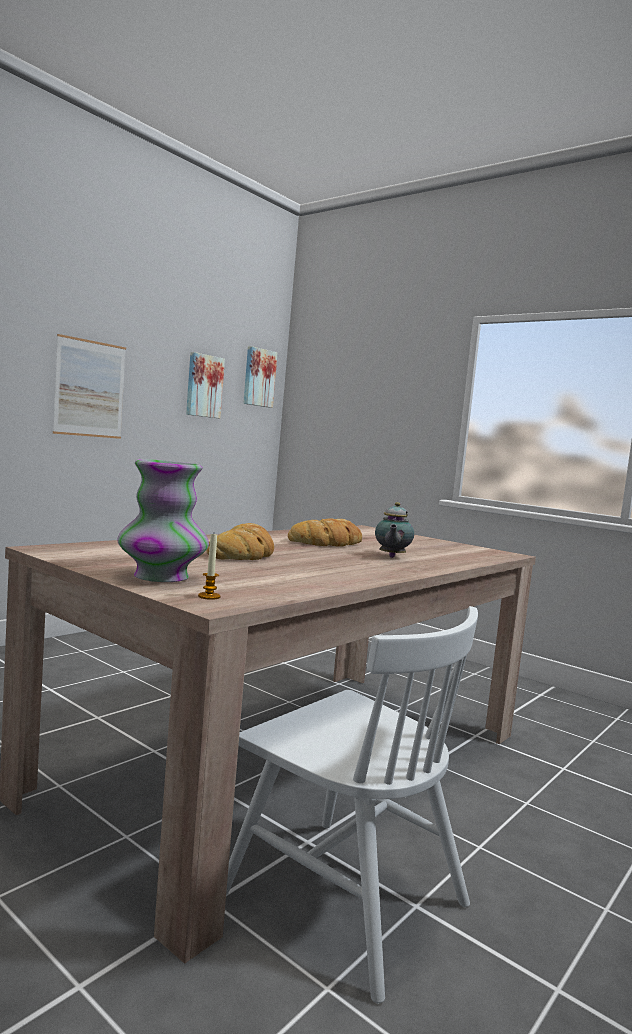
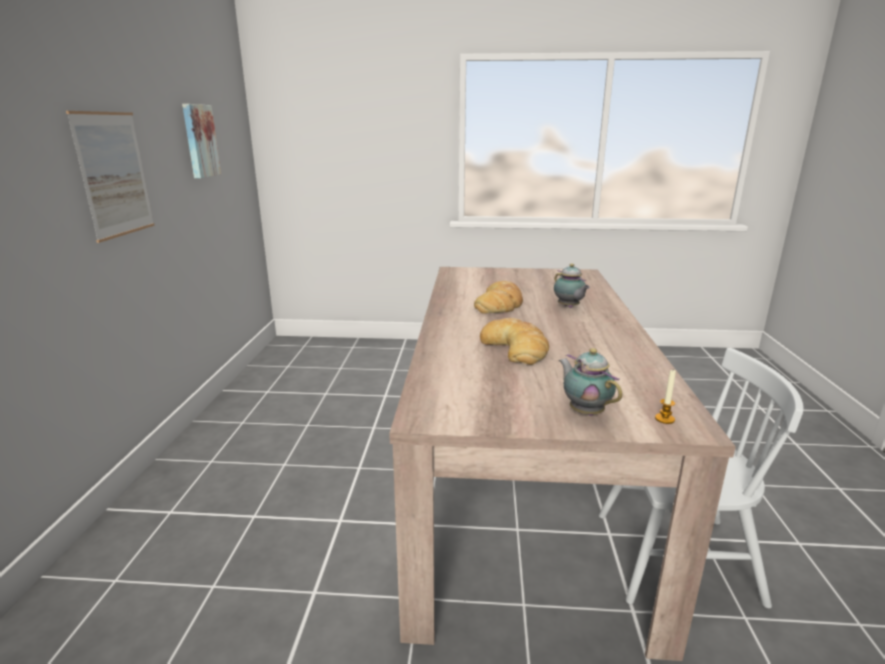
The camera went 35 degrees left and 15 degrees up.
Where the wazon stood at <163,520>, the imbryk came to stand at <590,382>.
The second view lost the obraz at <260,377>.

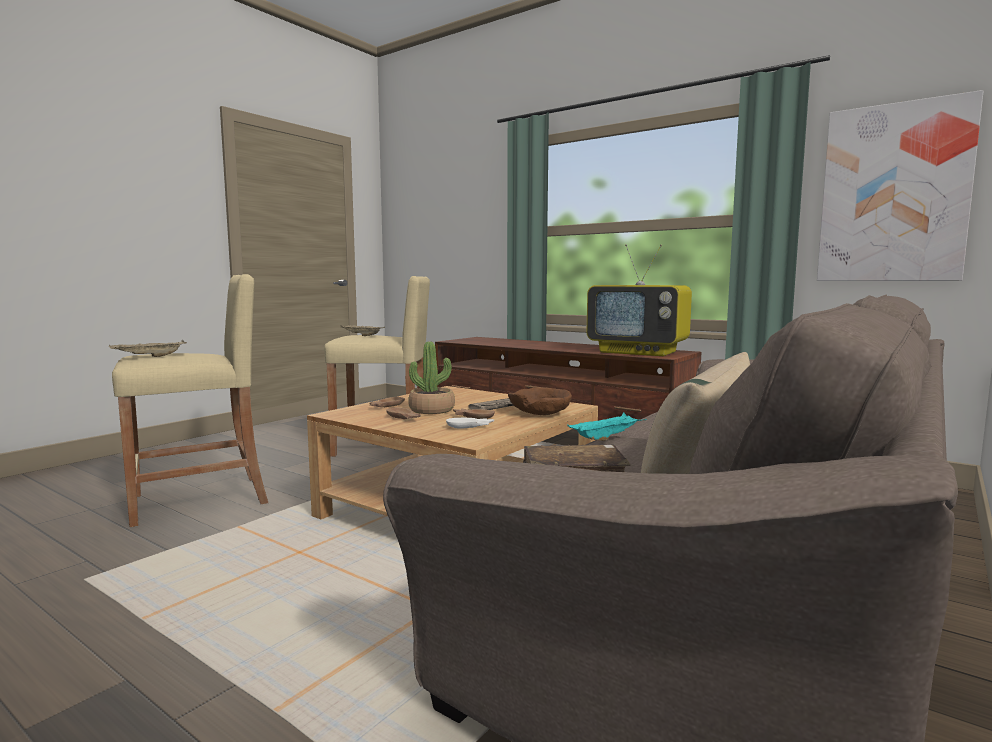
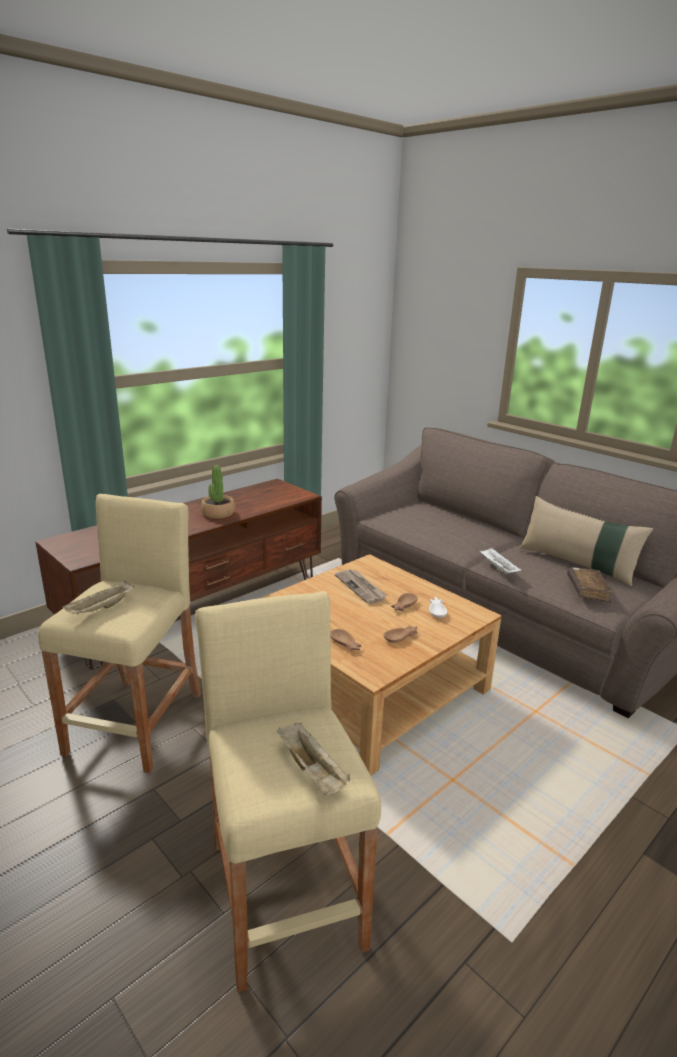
The camera went 80 degrees left and 15 degrees up.
The roślina doniczkowa ended up elsewhere, having gone from <431,377> to <218,492>.
The second view lost the miska (brązowy) at <540,401>.
What was the taca (turkusowy) at <607,426> turned into the taca (biały) at <500,561>.
The second view lost the telewizor at <639,300>.
The second view lost the obraz at <900,185>.

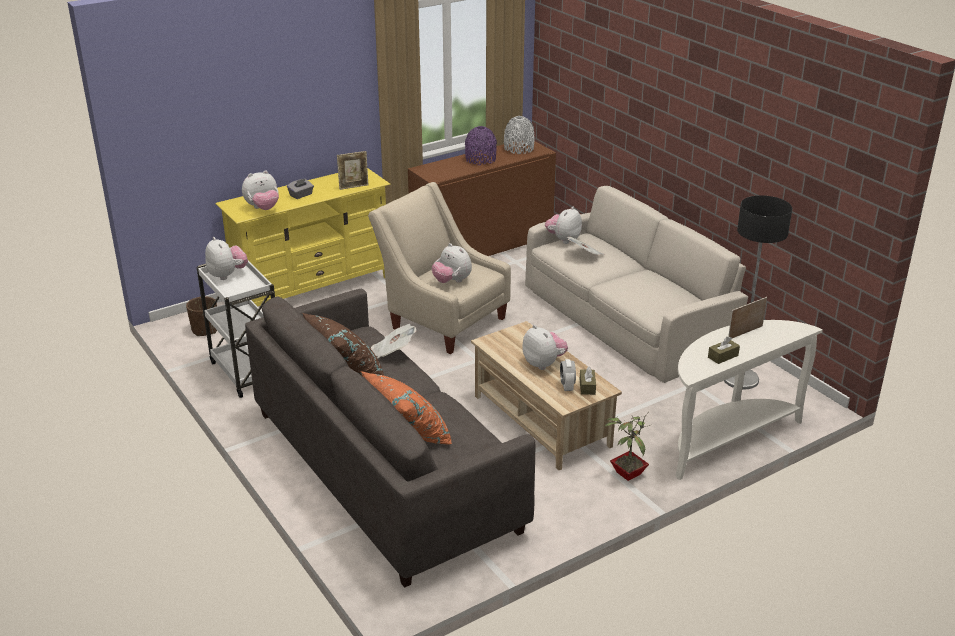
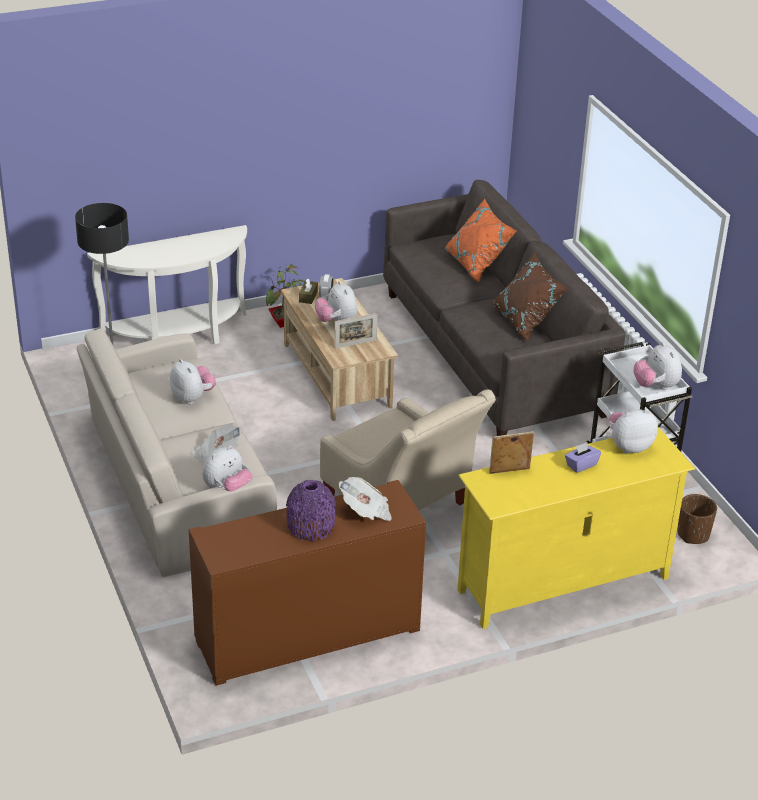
The camera went 170 degrees left and 5 degrees up.
What was the pudełko chusteczek (szary) at <300,188> turned into the pudełko chusteczek (fioletowy) at <583,457>.
The gazeta ended up elsewhere, having gone from <393,341> to <365,499>.
The pluszak ended up elsewhere, having gone from <452,263> to <193,382>.
The second view lost the wazon (szary) at <519,135>.
The second view lost the pudełko chusteczek (brązowy) at <724,350>.
The ramka na zdjęcie ended up elsewhere, having gone from <747,317> to <356,331>.

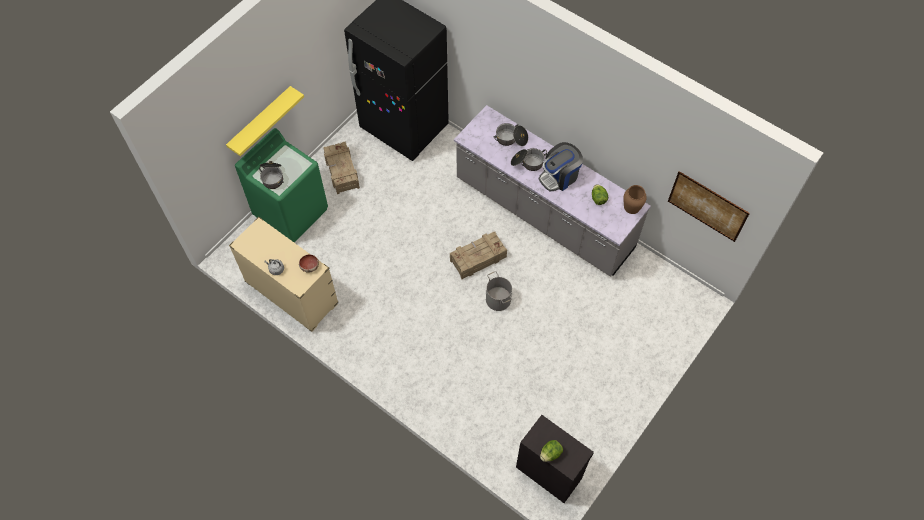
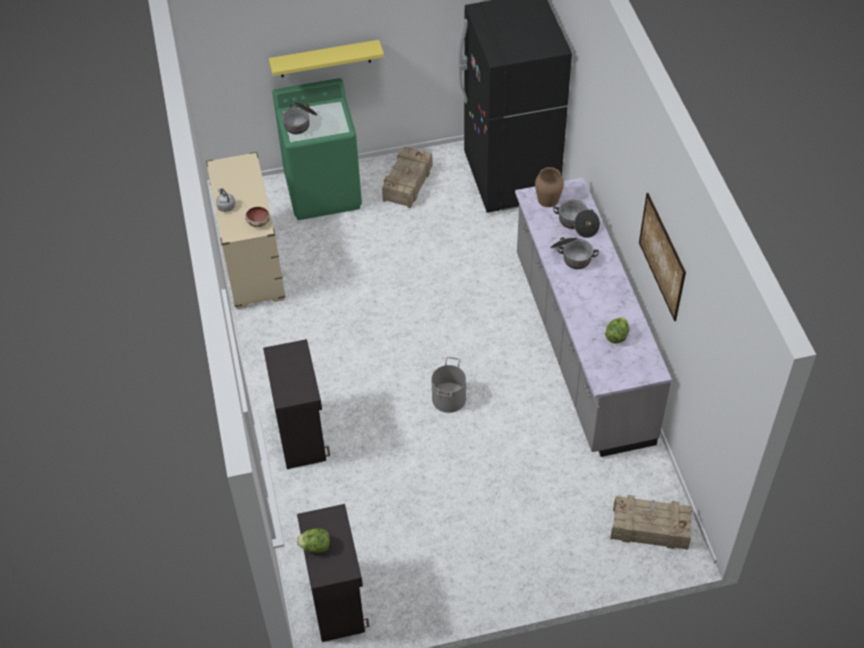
The camera went 40 degrees right and 10 degrees down.
The skrzynka ended up elsewhere, having gone from <478,255> to <651,522>.
The second view lost the ekspres do kawy at <561,166>.
The wazon (brązowy) ended up elsewhere, having gone from <635,199> to <549,187>.
The obraz ended up elsewhere, having gone from <709,206> to <662,257>.
The second view gained the szafka (czarny) at <296,404>.

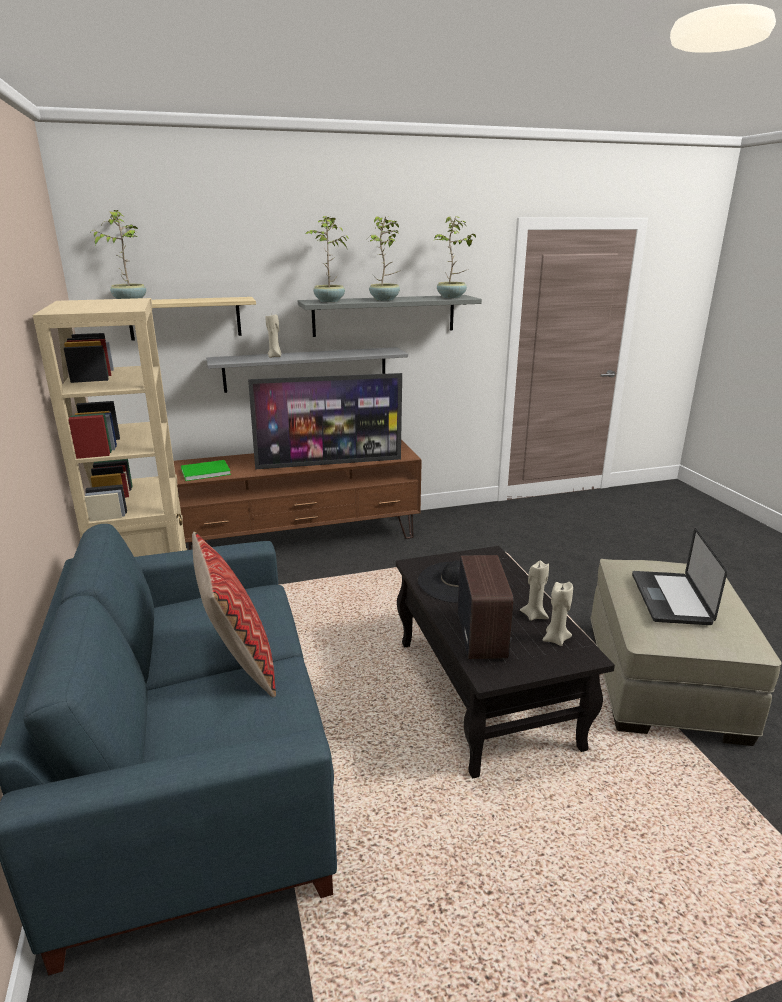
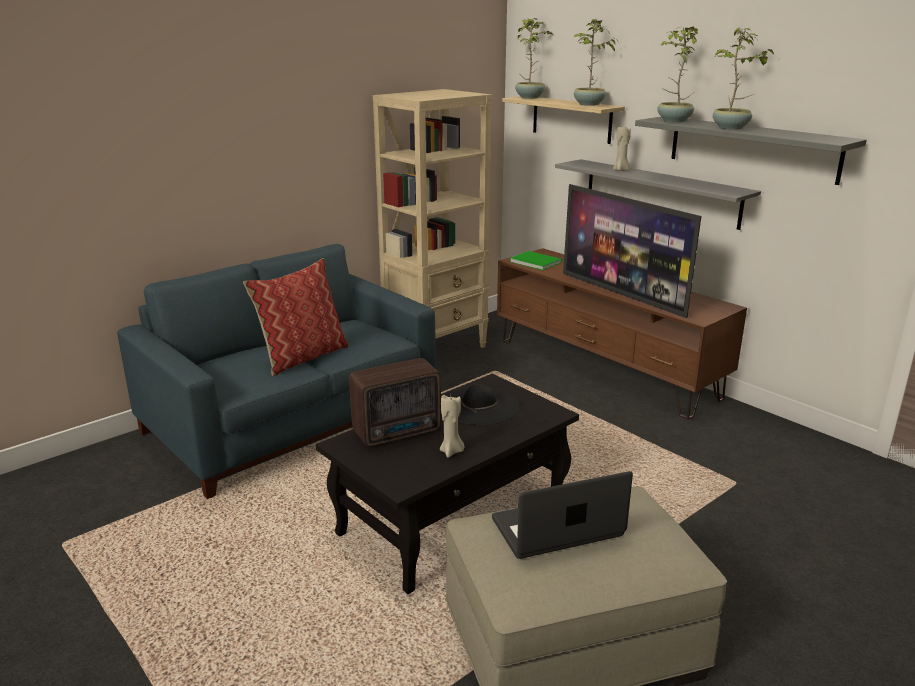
The camera went 65 degrees right and 0 degrees up.
The roślina doniczkowa ended up elsewhere, having gone from <455,257> to <596,62>.
The second view lost the świeca (beżowy) at <557,614>.

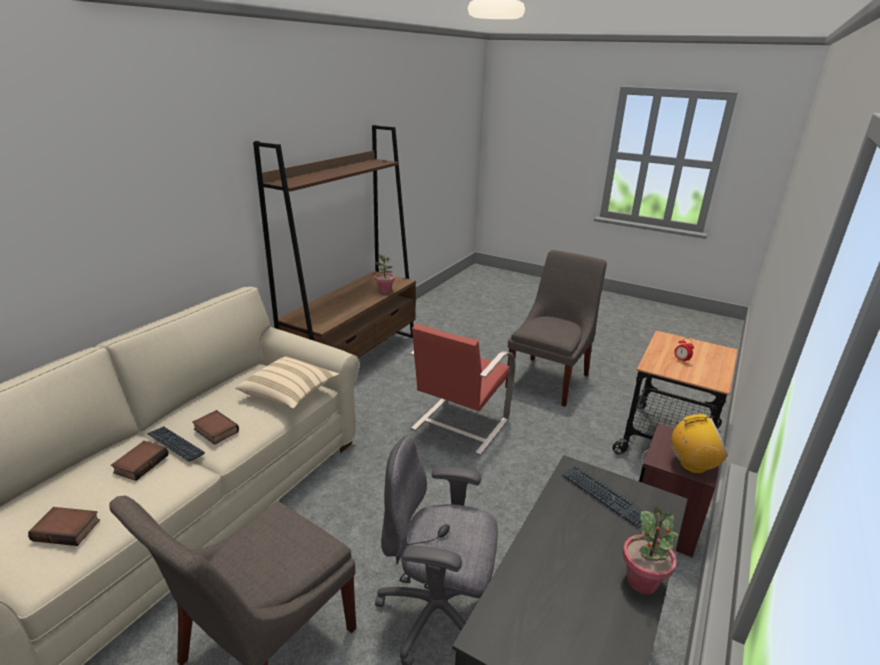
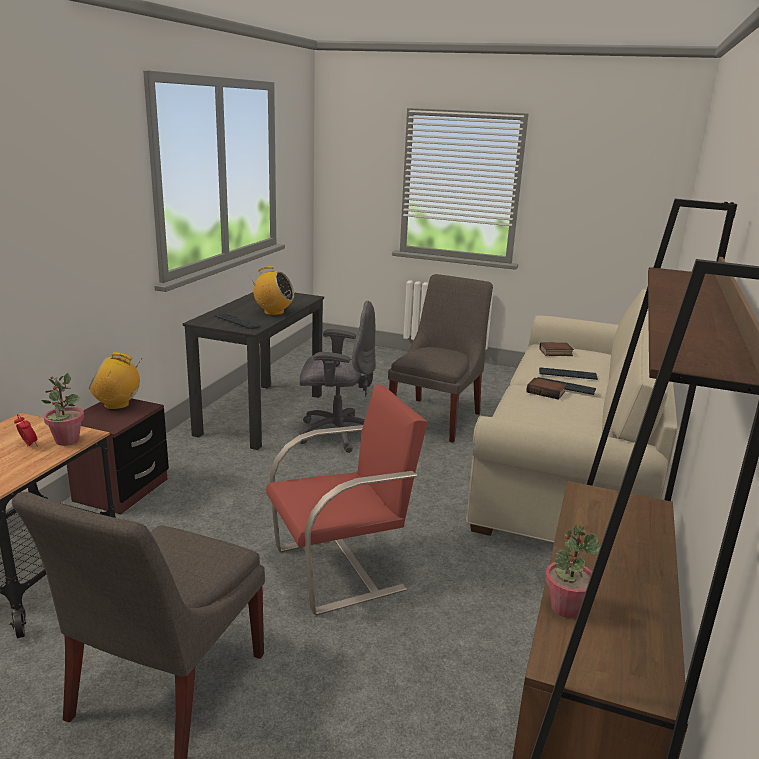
The camera went 170 degrees right and 5 degrees down.
Where the książka stood at <139,461>, the klawiatura came to stand at <568,373>.
The second view lost the poduszka (beżowy) at <287,382>.
The krzesło (czerwony) at <462,389> ended up facing another way, 45 degrees clockwise from before.
The roślina doniczkowa ended up elsewhere, having gone from <650,550> to <62,409>.
The second view gained the radio at <272,290>.

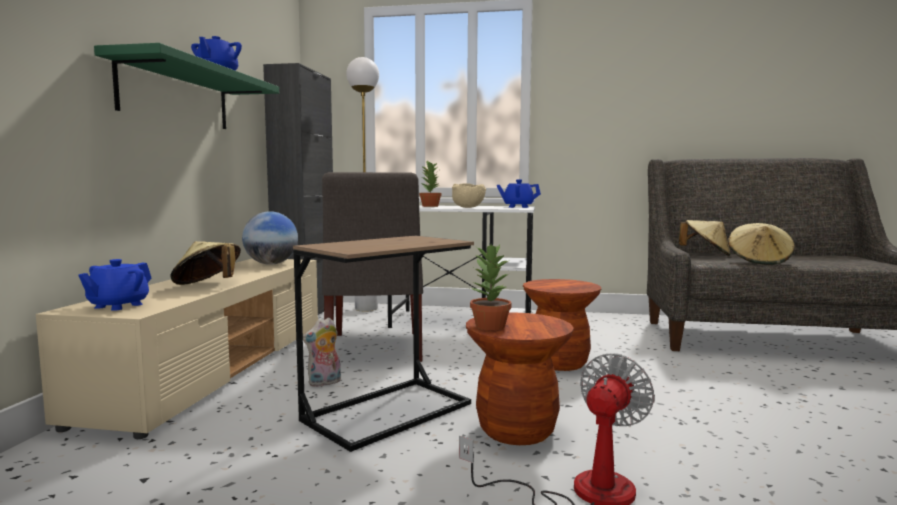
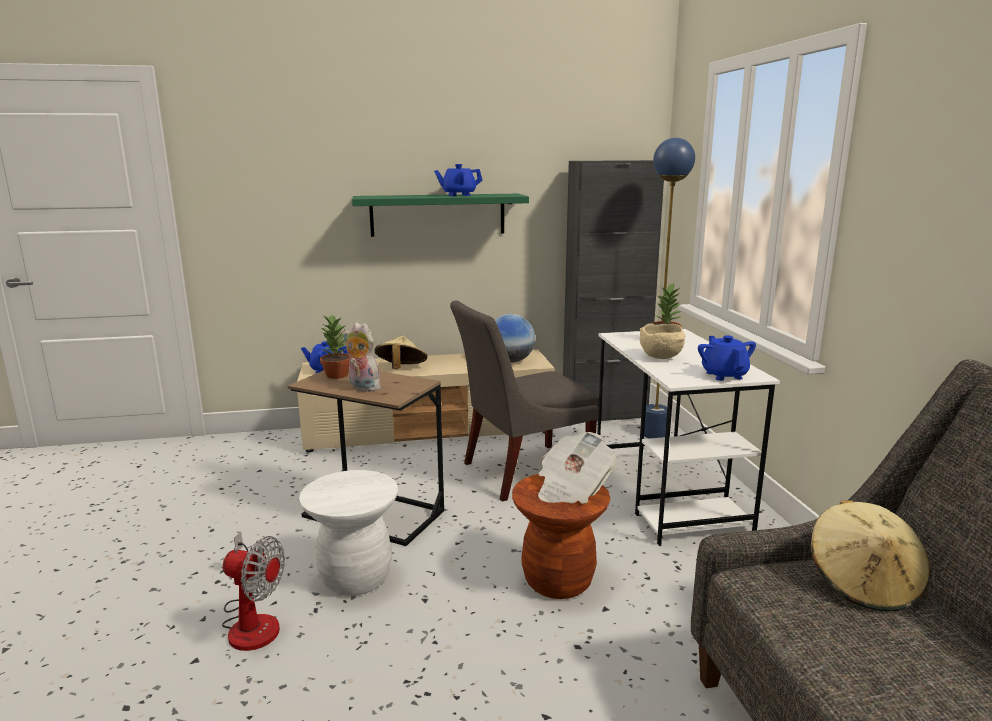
The camera went 70 degrees right and 10 degrees up.
The pluszak ended up elsewhere, having gone from <322,352> to <362,357>.
What was the lampa stojąca (biały) at <362,184> turned into the lampa stojąca (niebieski) at <669,288>.
What was the stołek (brązowy) at <520,378> turned into the stołek (biały) at <348,533>.
The roślina doniczkowa ended up elsewhere, having gone from <491,287> to <334,346>.
The second view lost the kapelusz (beżowy) at <761,244>.
The second view gained the gazeta at <577,468>.

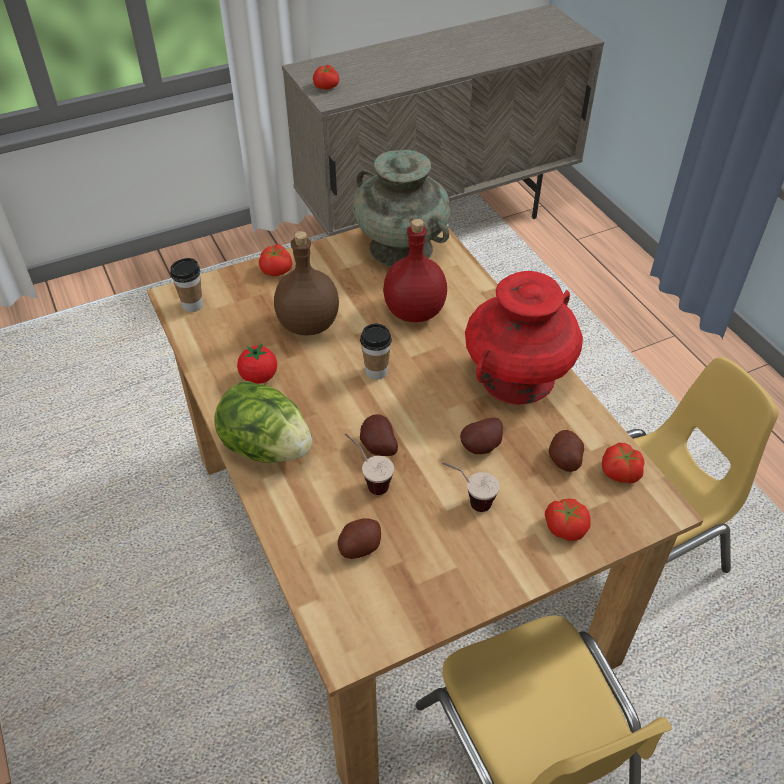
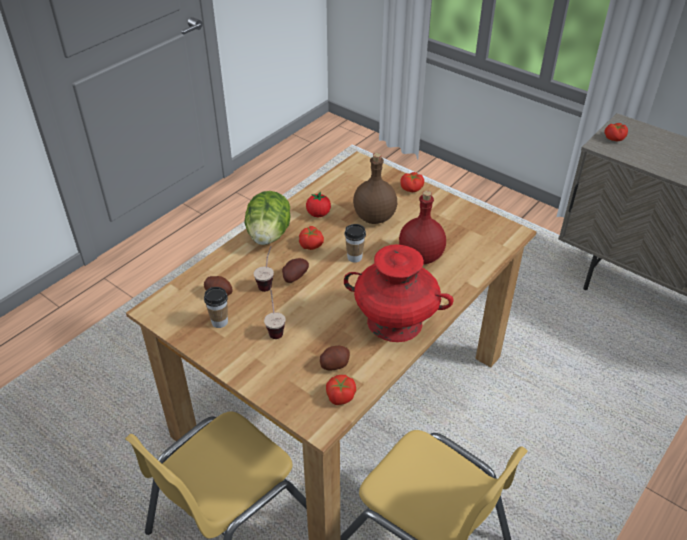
The camera went 65 degrees right and 5 degrees down.
The filiżanka ended up elsewhere, having gone from <186,285> to <216,307>.
The second view lost the wazon (turkusowy) at <402,208>.
The second view lost the ziemniak at <481,436>.
The pomidor ended up elsewhere, having gone from <567,520> to <311,238>.

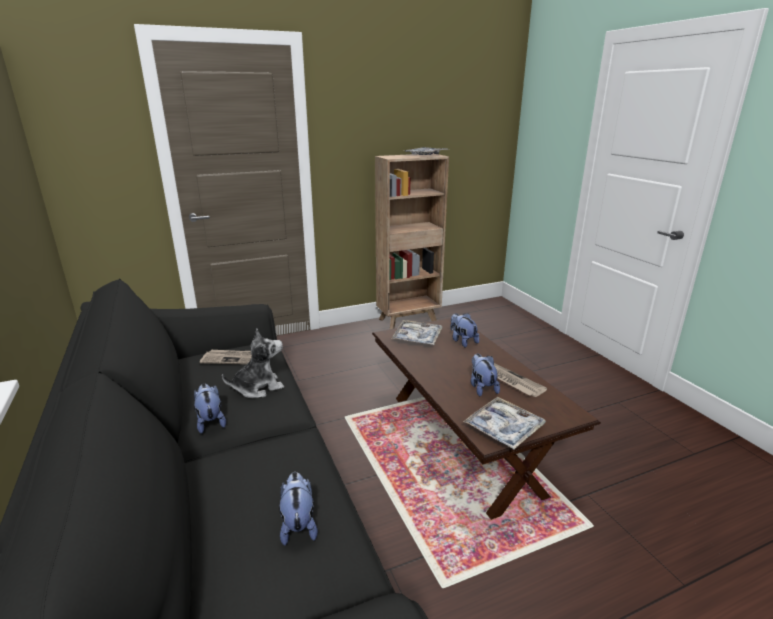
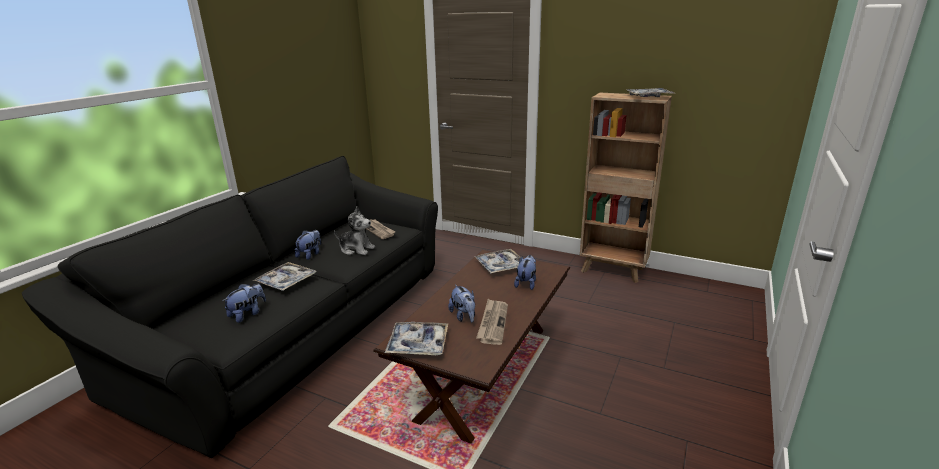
The camera went 50 degrees right and 0 degrees up.
The pluszak at <485,375> ended up facing another way, 120 degrees clockwise from before.
The second view gained the taca at <284,276>.

